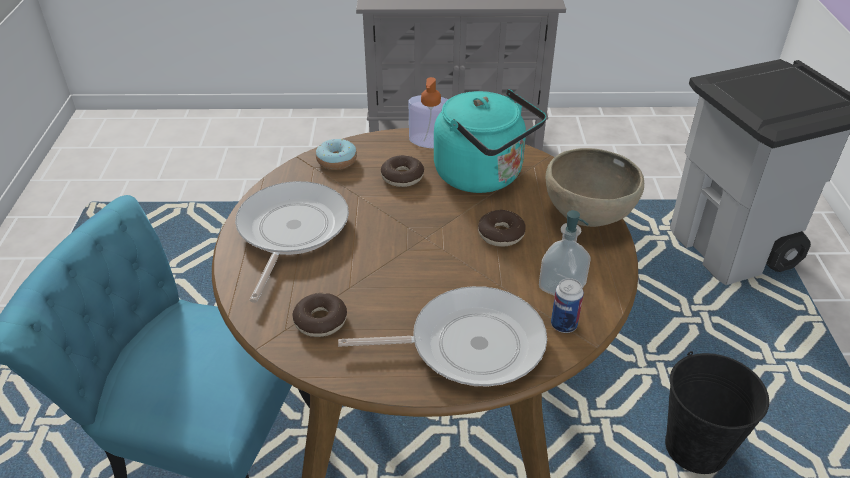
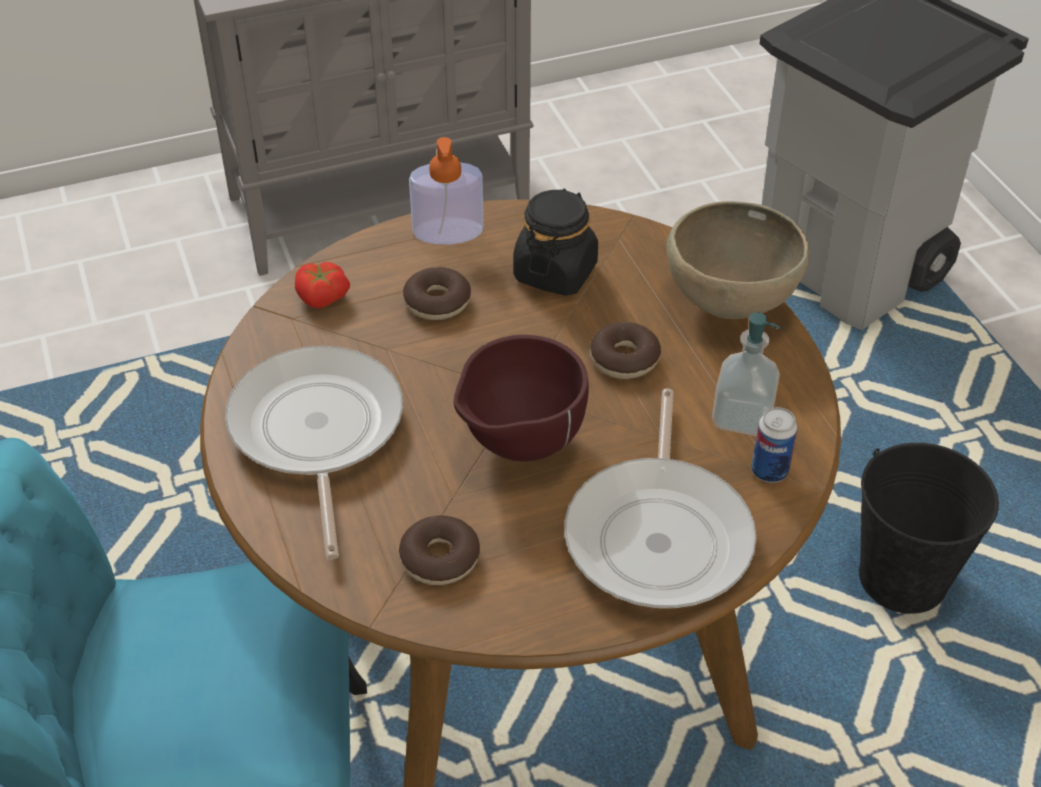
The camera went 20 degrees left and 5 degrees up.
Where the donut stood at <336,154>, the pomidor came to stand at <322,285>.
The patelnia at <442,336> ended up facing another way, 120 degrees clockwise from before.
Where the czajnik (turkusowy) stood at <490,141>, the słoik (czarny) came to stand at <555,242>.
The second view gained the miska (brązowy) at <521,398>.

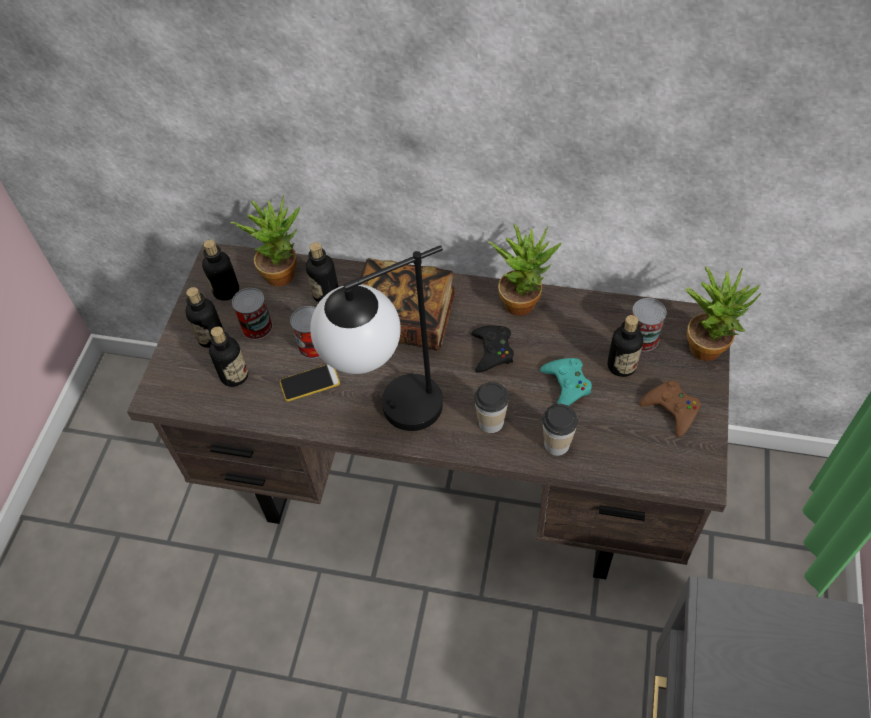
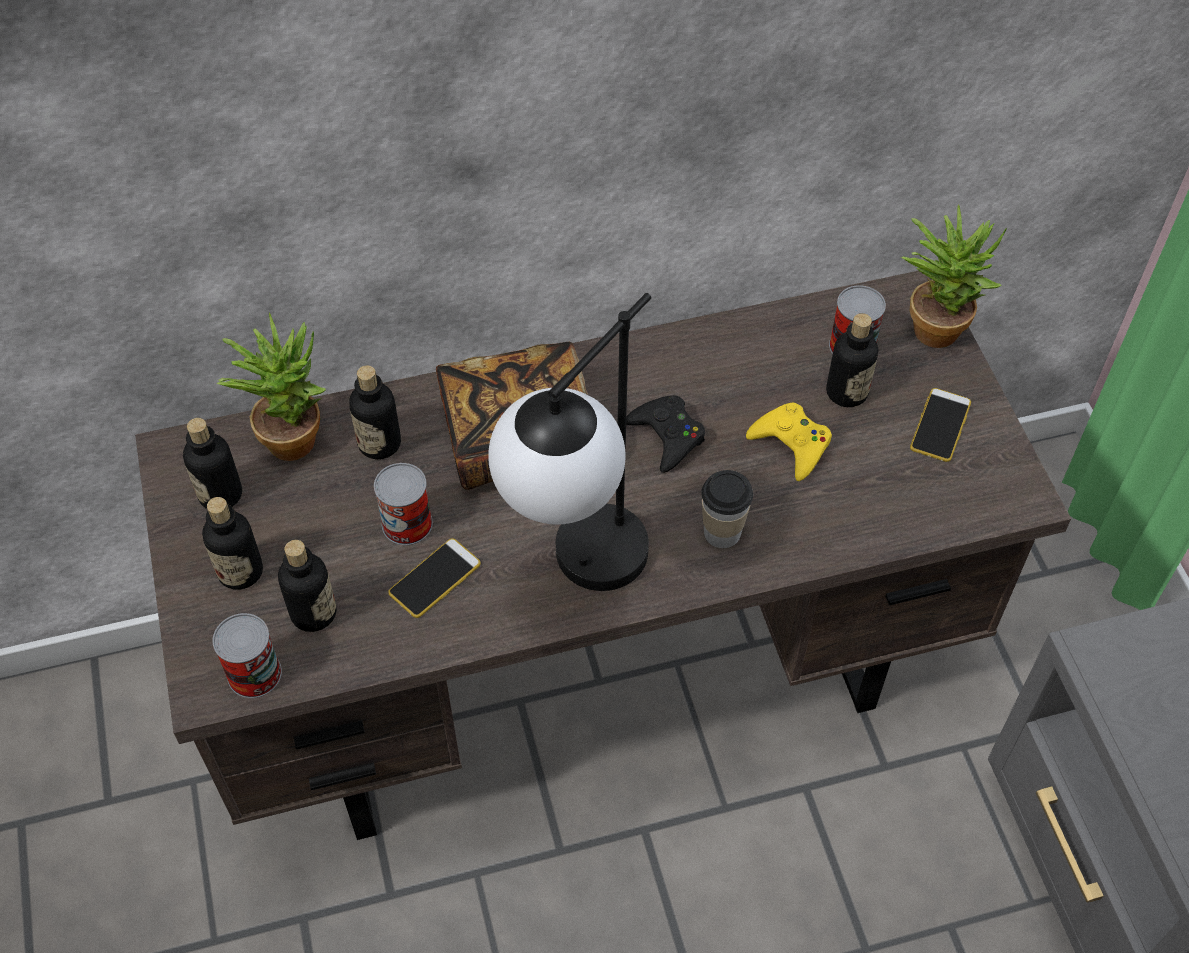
The camera went 30 degrees left and 0 degrees up.
The puszka ended up elsewhere, having gone from <252,314> to <247,655>.
The second view lost the roślina doniczkowa at <524,270>.
What was the pad do gier (turkusowy) at <566,382> turned into the pad do gier (żółty) at <789,442>.
The second view lost the filiżanka at <560,430>.
Where the pad do gier (brązowy) stood at <670,408>, the telefon came to stand at <940,425>.

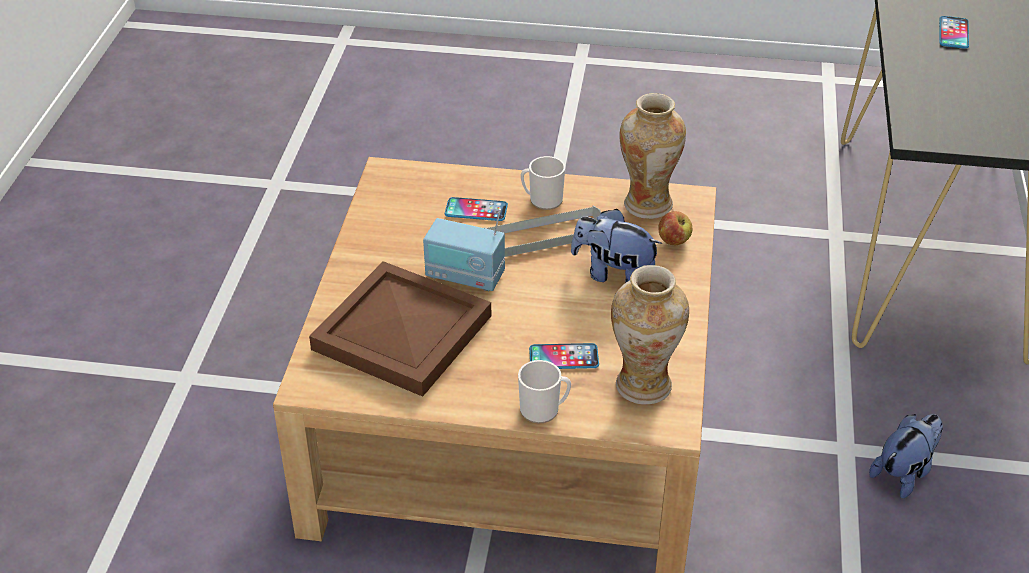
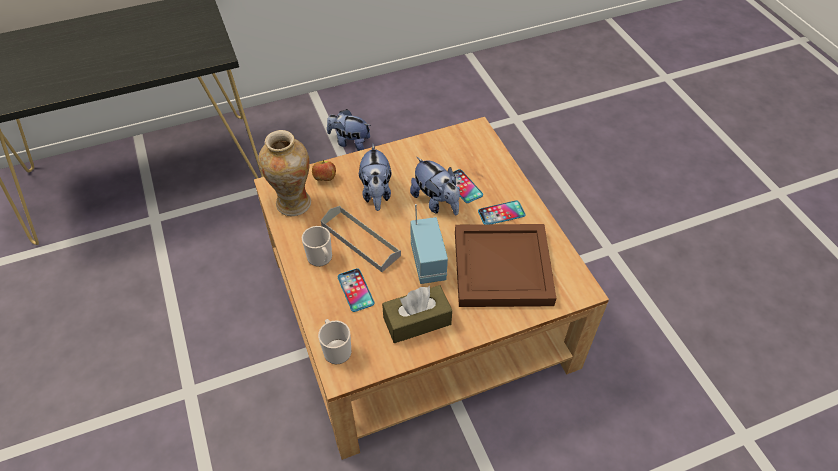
The camera went 120 degrees left and 10 degrees up.
The kubek ended up elsewhere, having gone from <544,391> to <334,341>.
The second view lost the wazon at <650,334>.
The telefon ended up elsewhere, having gone from <954,32> to <502,212>.
The second view gained the pudełko chusteczek (brązowy) at <417,314>.
The second view gained the pluszak at <435,186>.

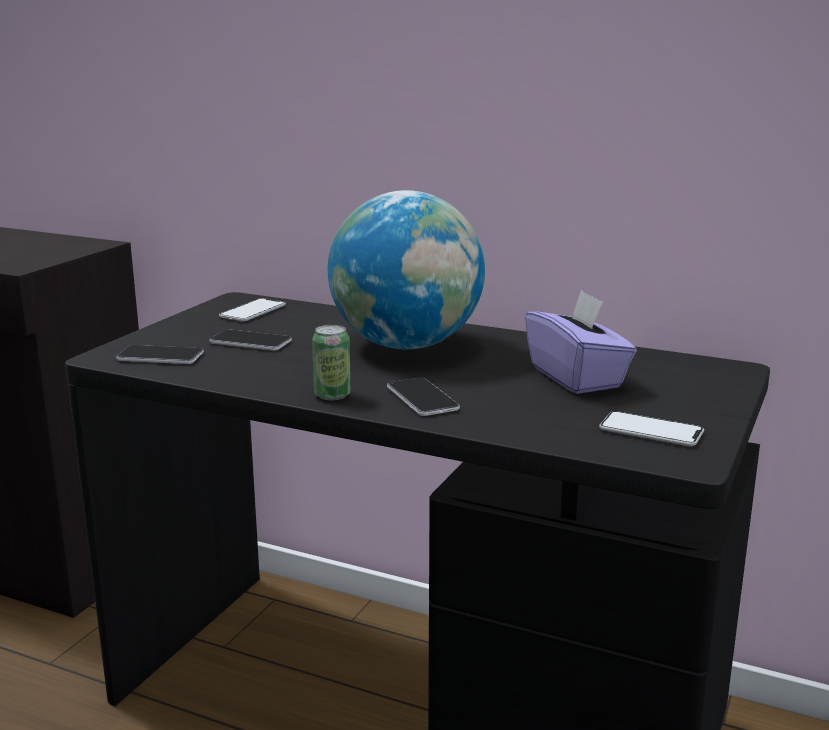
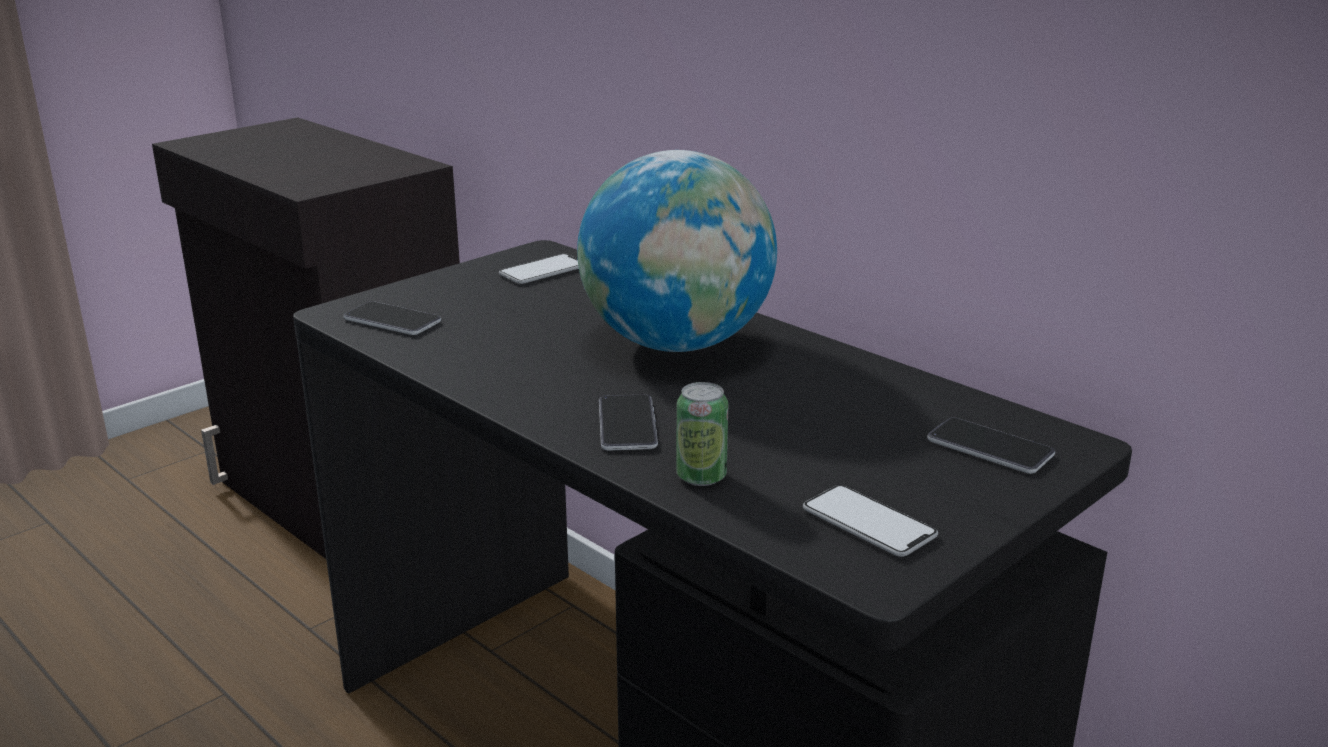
The camera went 20 degrees right and 5 degrees up.
The telefon ended up elsewhere, having gone from <250,340> to <991,445>.
The puszka ended up elsewhere, having gone from <331,362> to <702,434>.
The second view lost the pudełko chusteczek (fioletowy) at <580,342>.

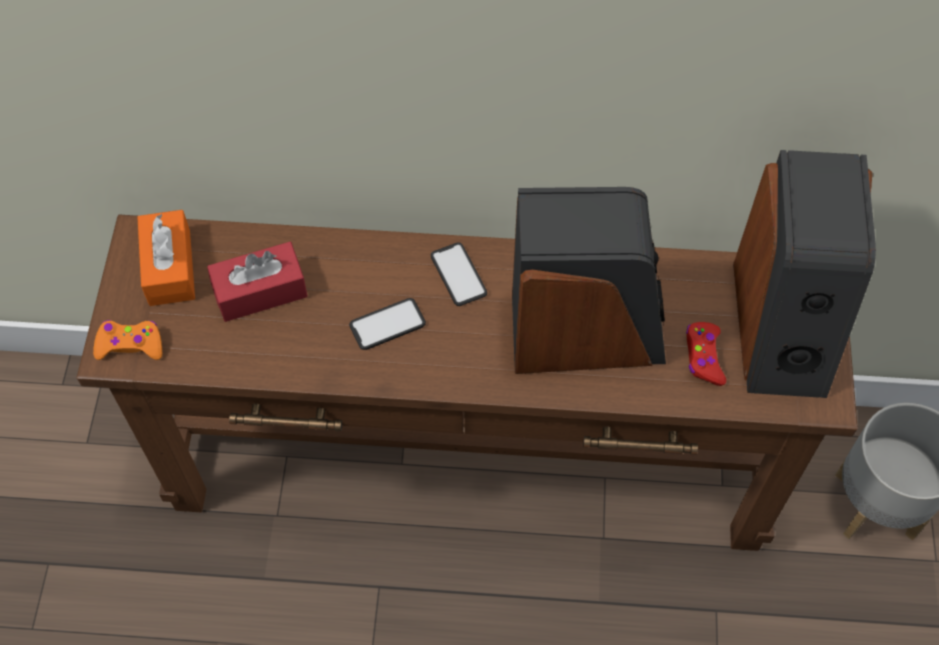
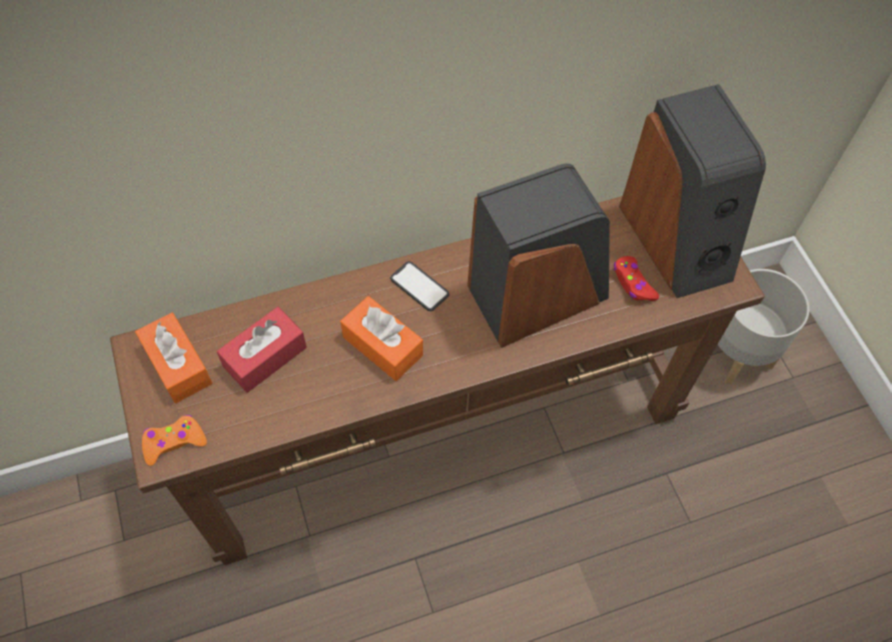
The camera went 25 degrees left and 0 degrees up.
Where the telefon stood at <387,324>, the pudełko chusteczek (pomarańczowy) came to stand at <381,338>.

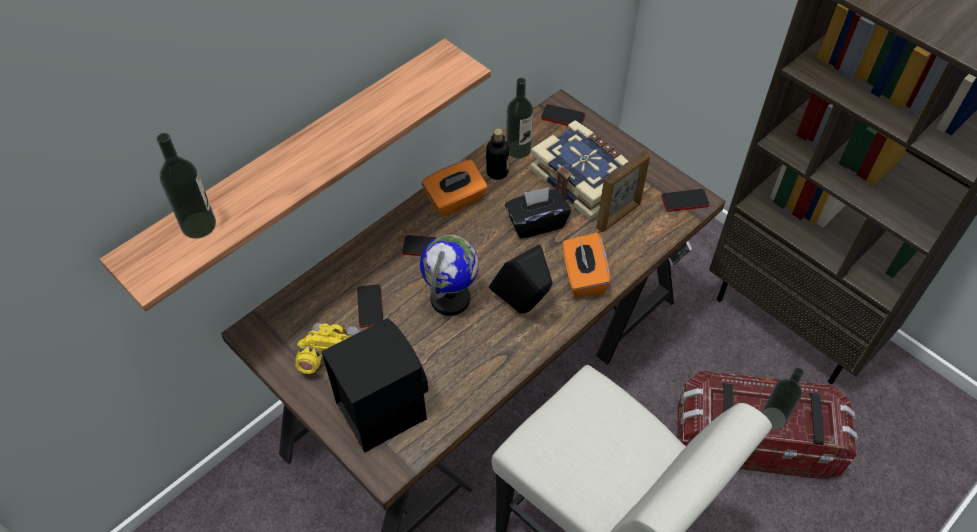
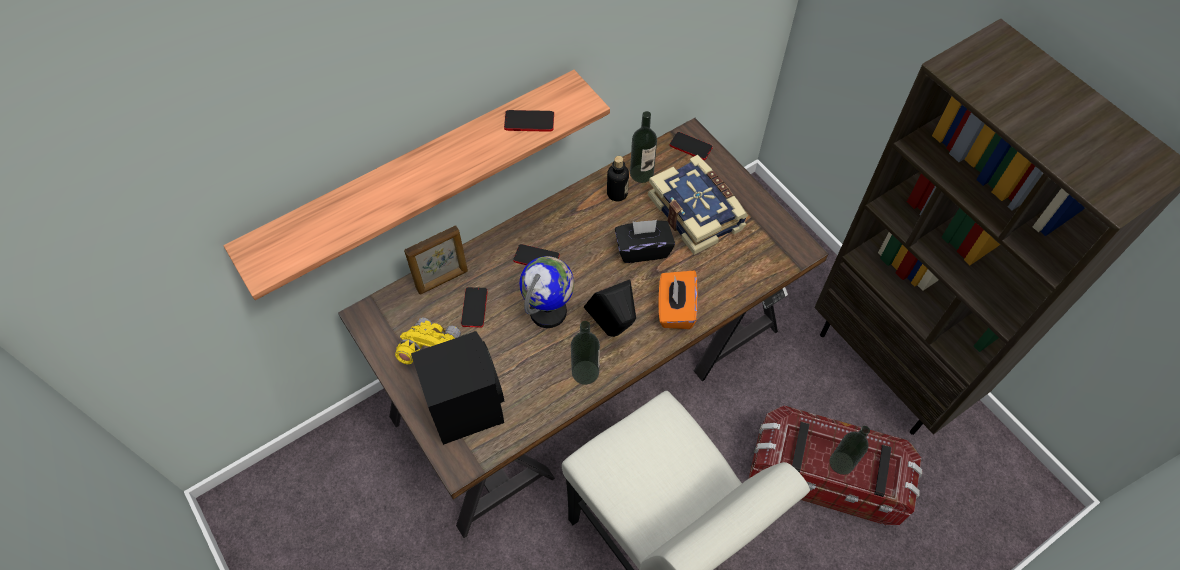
The camera went 10 degrees right and 5 degrees up.
The butelka ended up elsewhere, having gone from <186,186> to <585,353>.
The second view lost the pudełko chusteczek (pomarańczowy) at <454,188>.
The ramka na zdjęcie ended up elsewhere, having gone from <623,191> to <436,260>.
The telefon ended up elsewhere, having gone from <685,200> to <529,121>.

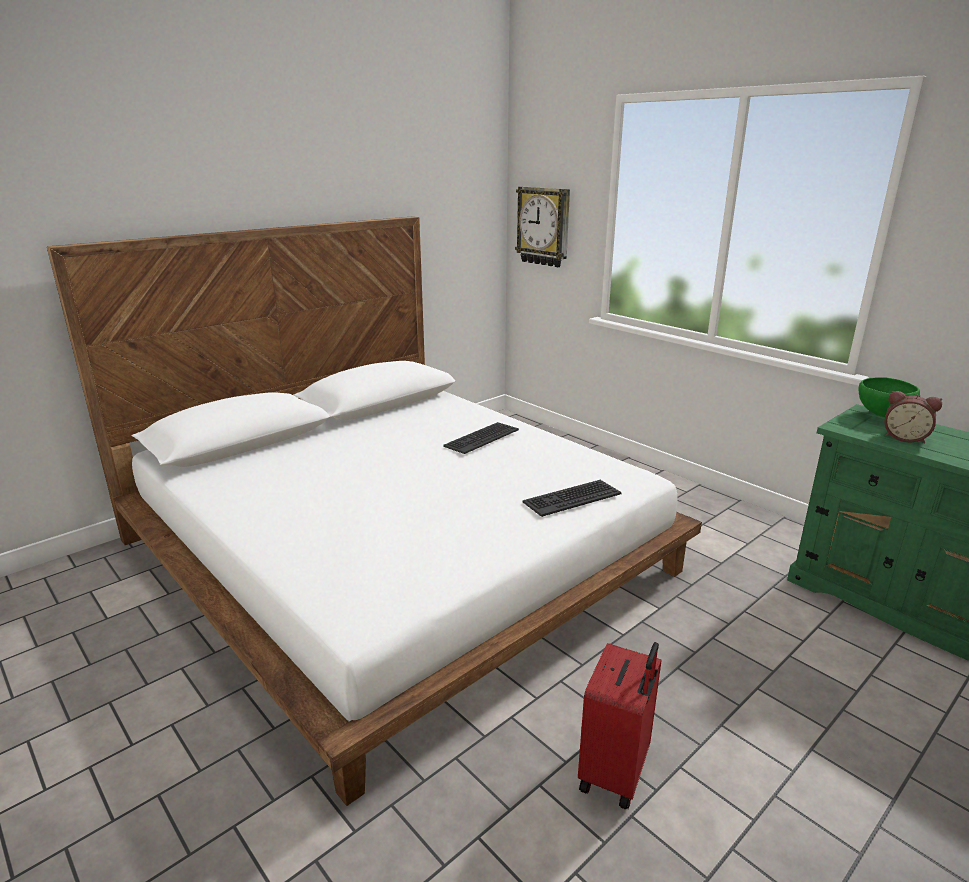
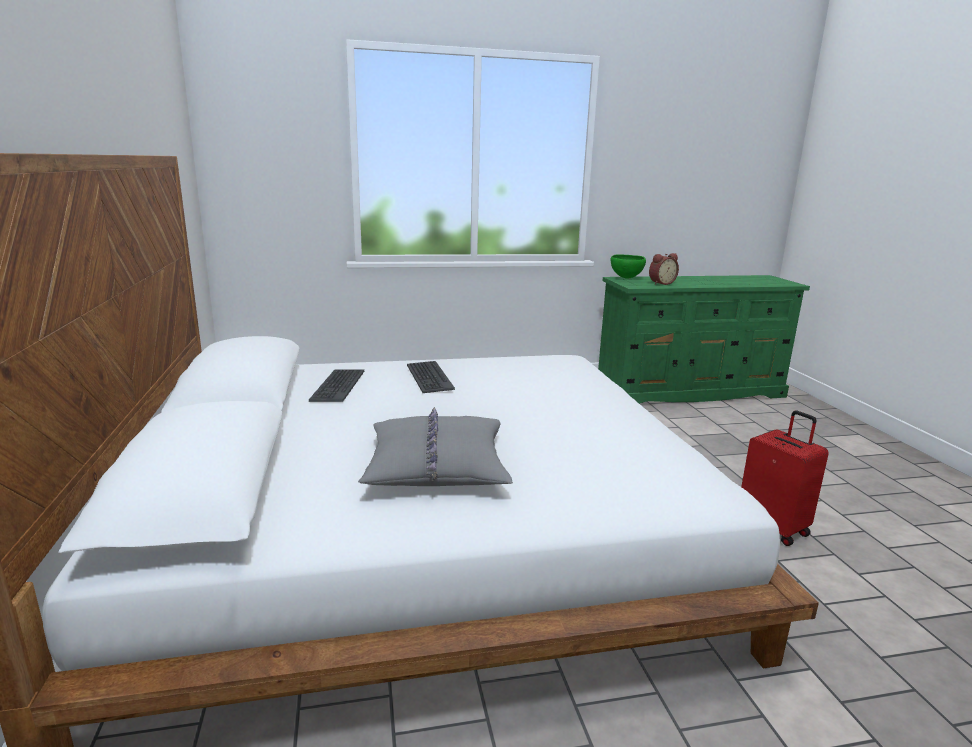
The camera went 60 degrees left and 5 degrees down.
The second view lost the zegar ścienny at <542,226>.
The klawiatura ended up elsewhere, having gone from <572,498> to <336,386>.
The second view gained the poduszka (szary) at <435,446>.

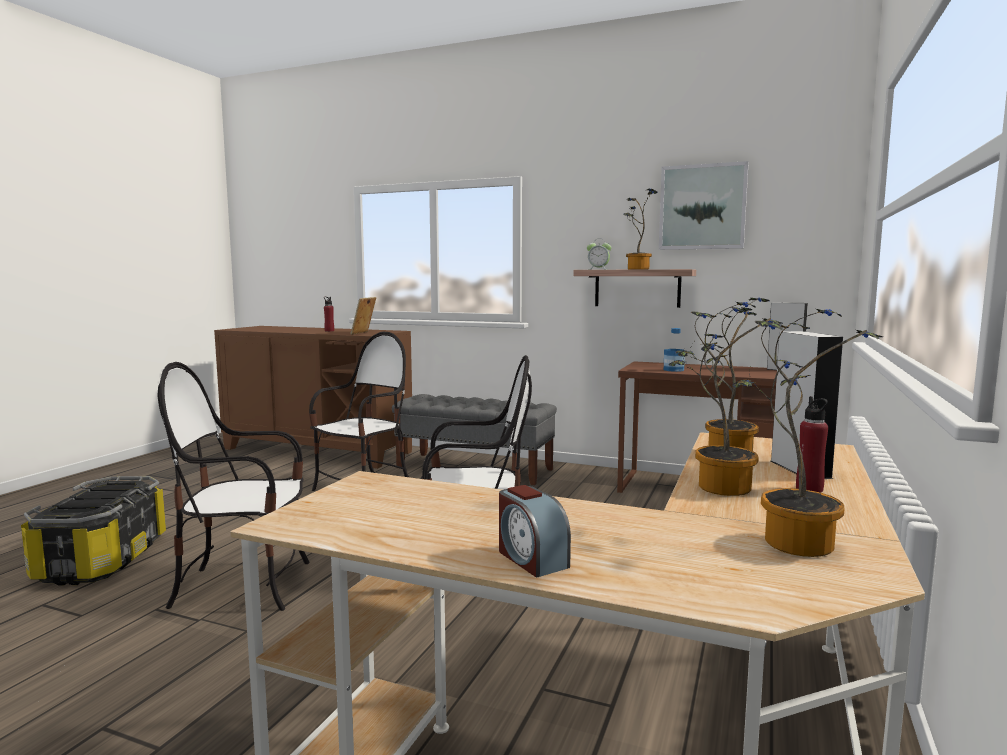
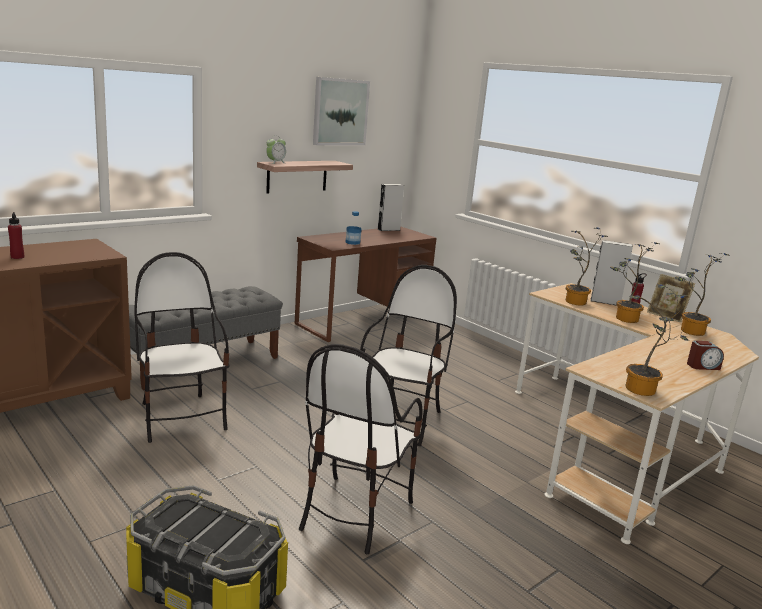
The camera went 65 degrees left and 10 degrees up.
The ramka na zdjęcie ended up elsewhere, having gone from <363,316> to <671,298>.
The roślina doniczkowa ended up elsewhere, having gone from <640,229> to <656,340>.

